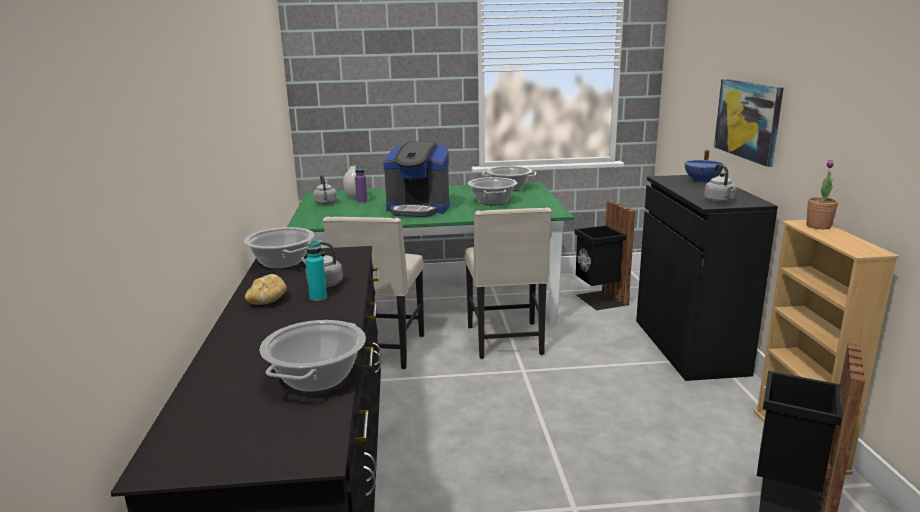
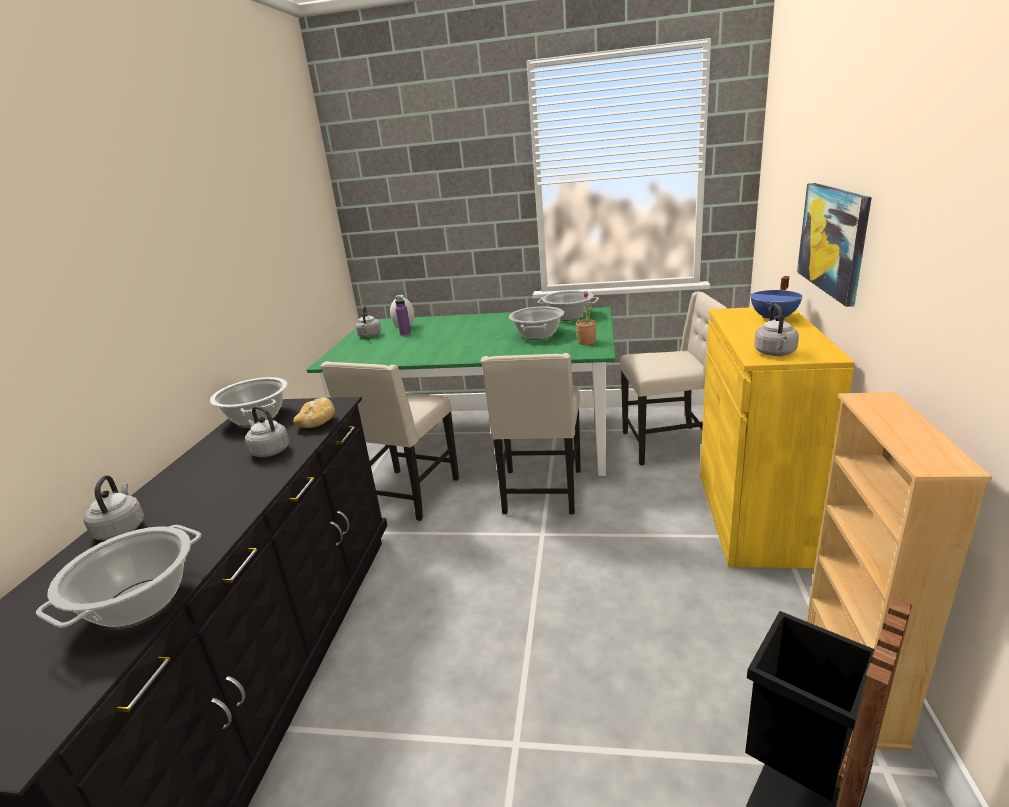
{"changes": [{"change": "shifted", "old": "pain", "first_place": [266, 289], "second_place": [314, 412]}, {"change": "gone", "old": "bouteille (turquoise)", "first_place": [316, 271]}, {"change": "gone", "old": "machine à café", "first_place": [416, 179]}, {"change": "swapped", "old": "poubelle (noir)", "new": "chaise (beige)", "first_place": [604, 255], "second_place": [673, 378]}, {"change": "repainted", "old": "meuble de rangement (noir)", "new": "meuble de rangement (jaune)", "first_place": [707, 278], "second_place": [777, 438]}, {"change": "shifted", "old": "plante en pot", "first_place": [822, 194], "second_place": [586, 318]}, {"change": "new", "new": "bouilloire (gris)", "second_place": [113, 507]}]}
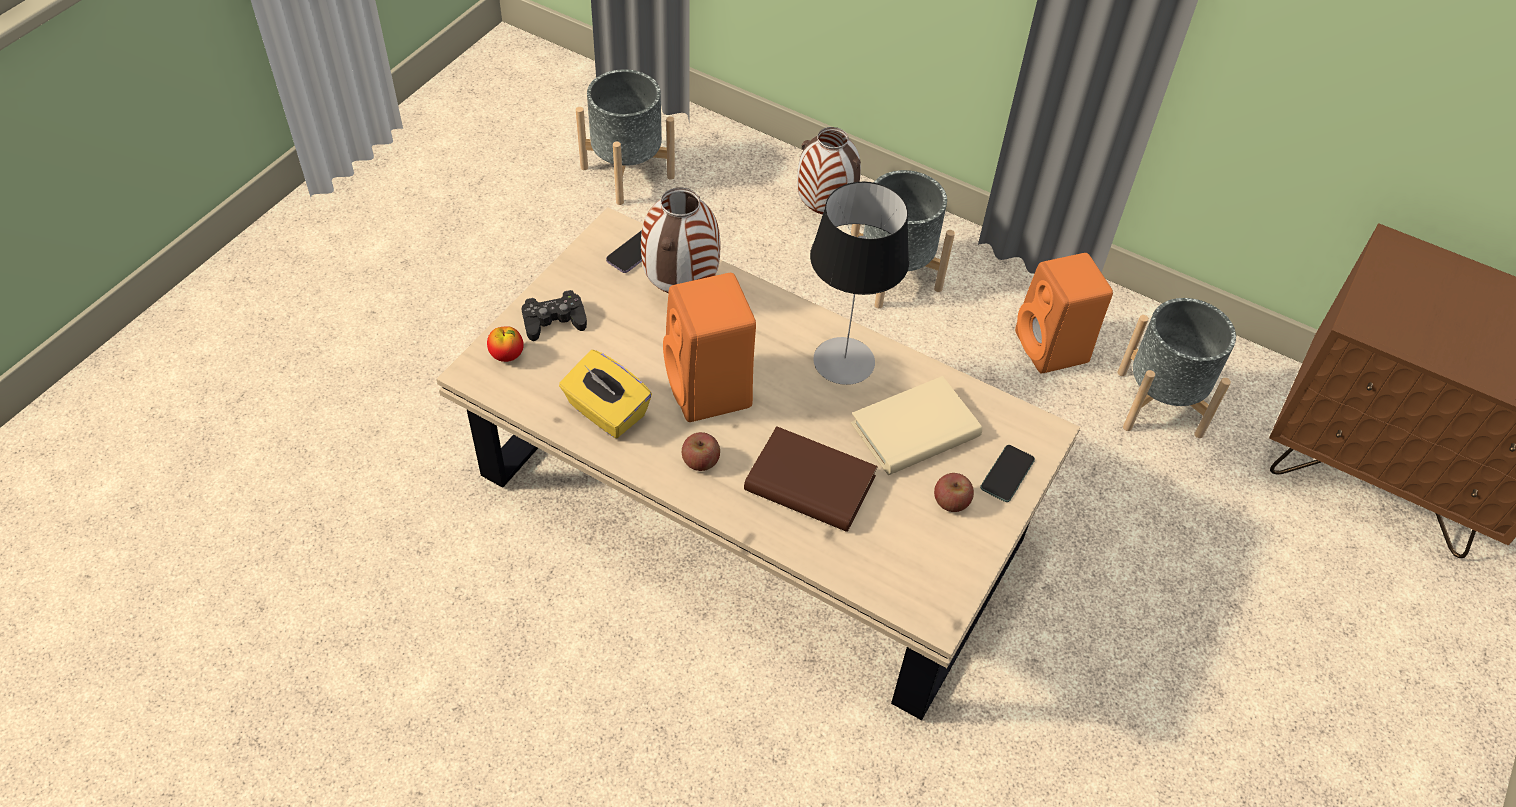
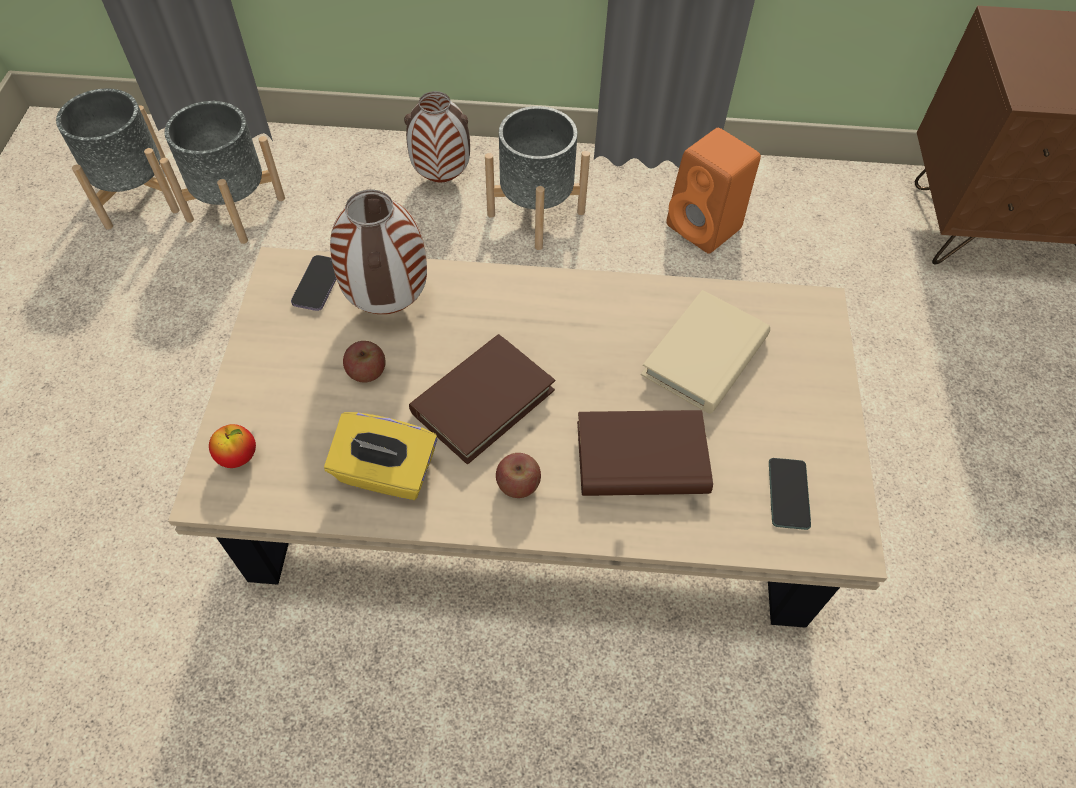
{"changes": [{"change": "gone", "old": "manette (noir)", "first_place": [554, 315]}, {"change": "swapped", "old": "enceinte (orange)", "new": "livre (marron)", "first_place": [709, 347], "second_place": [482, 399]}, {"change": "gone", "old": "lampe de table", "first_place": [859, 283]}, {"change": "shifted", "old": "pomme", "first_place": [954, 492], "second_place": [364, 362]}, {"change": "shifted", "old": "téléphone", "first_place": [1007, 473], "second_place": [790, 494]}, {"change": "shifted", "old": "cache-pot (gris)", "first_place": [1177, 368], "second_place": [118, 159]}]}
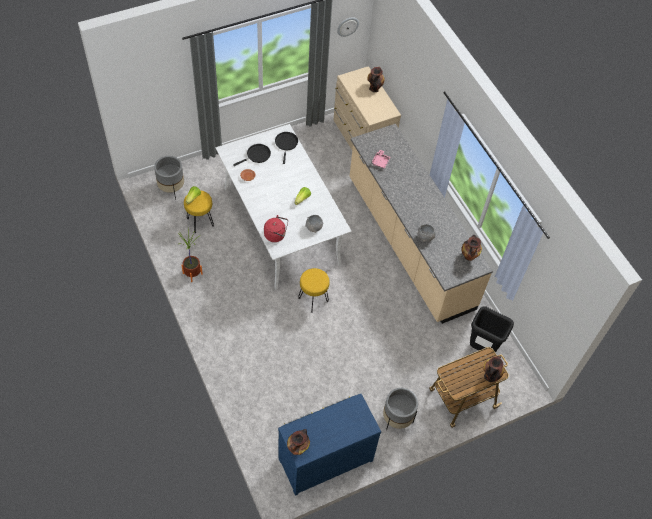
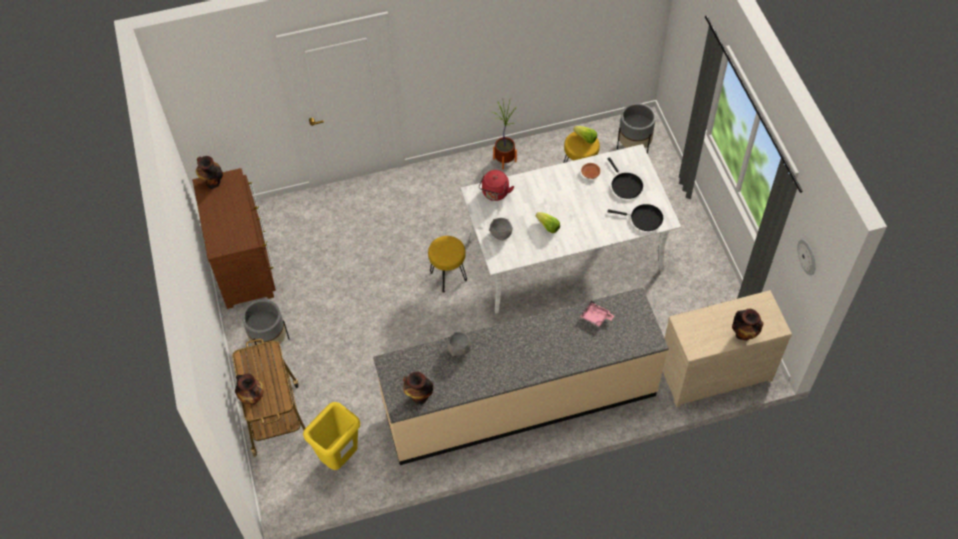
{"changes": [{"change": "repainted", "old": "commode (bleu)", "new": "commode (marron)", "first_place": [329, 445], "second_place": [234, 238]}, {"change": "repainted", "old": "poubelle (noir)", "new": "poubelle (jaune)", "first_place": [492, 329], "second_place": [331, 436]}]}
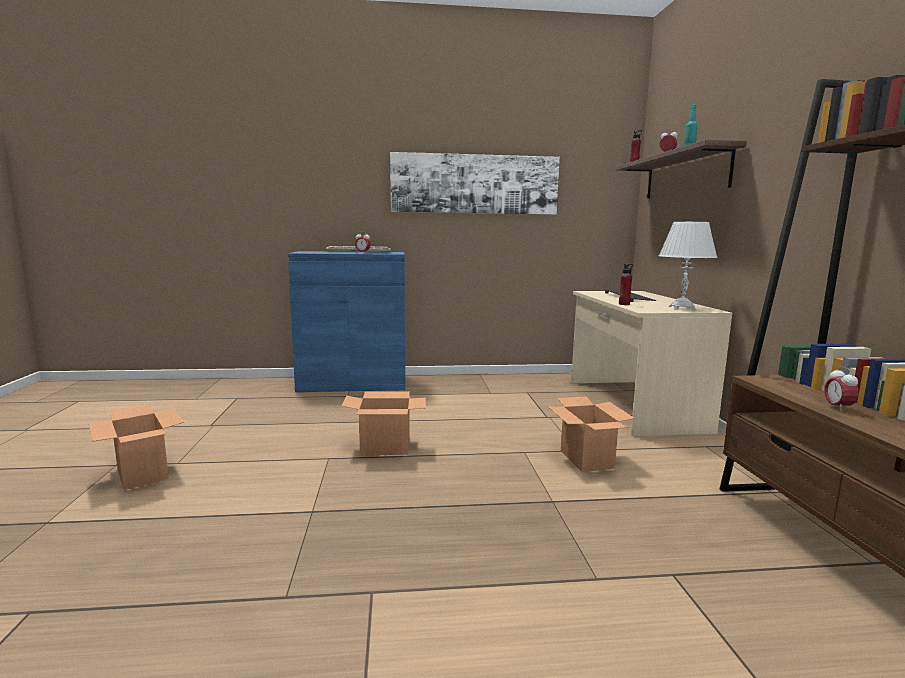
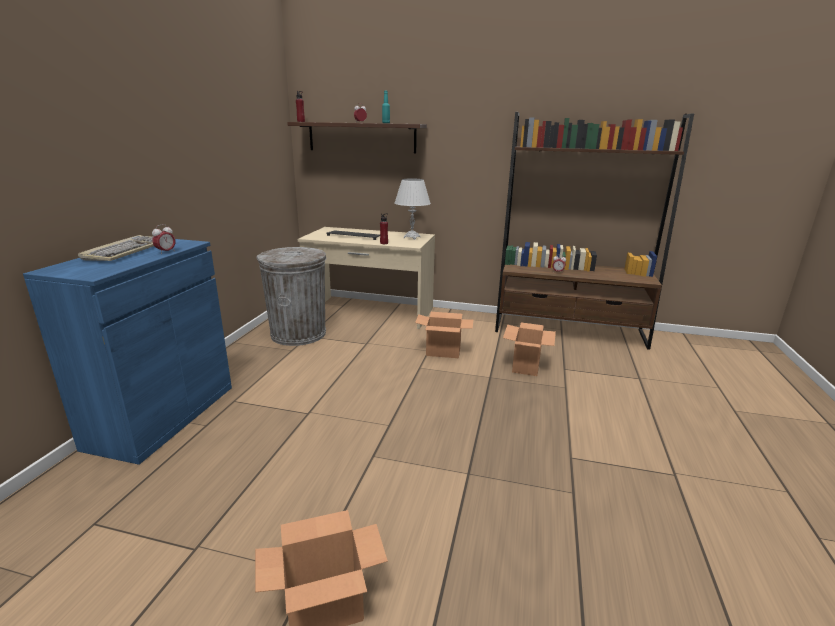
{"changes": [{"change": "shifted", "old": "carton", "first_place": [384, 423], "second_place": [529, 349]}, {"change": "gone", "old": "tableau", "first_place": [475, 183]}, {"change": "new", "new": "poubelle (gris)", "second_place": [291, 296]}]}
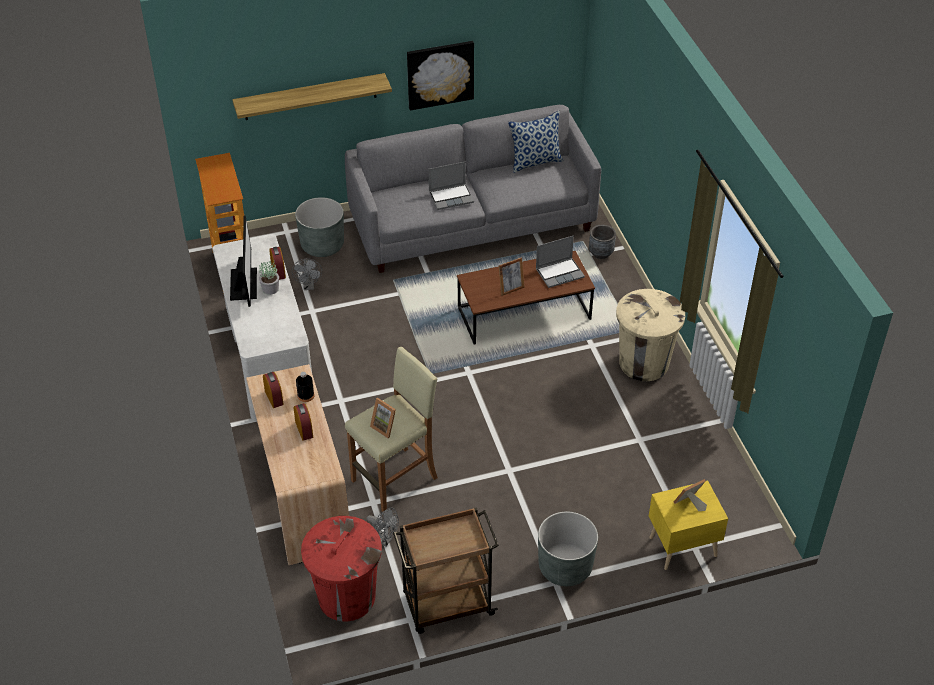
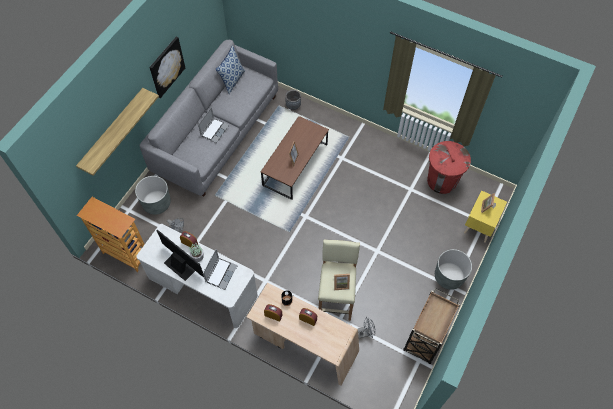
{"changes": [{"change": "shifted", "old": "poubelle (rouge)", "first_place": [341, 568], "second_place": [449, 167]}, {"change": "shifted", "old": "ordinateur portable", "first_place": [560, 262], "second_place": [220, 269]}, {"change": "gone", "old": "poubelle (beige)", "first_place": [650, 335]}]}
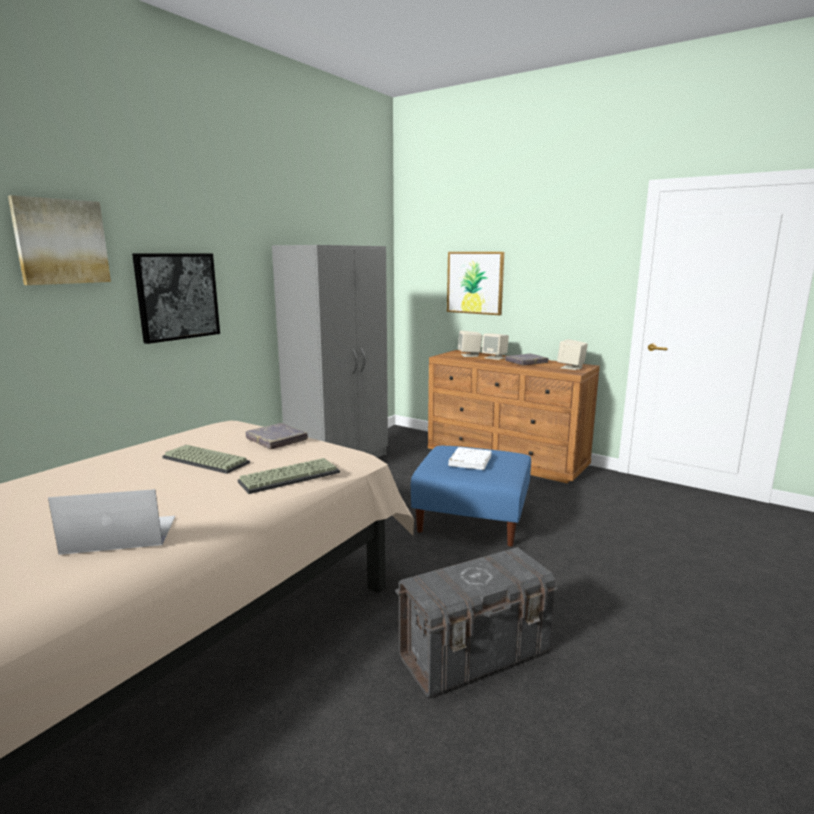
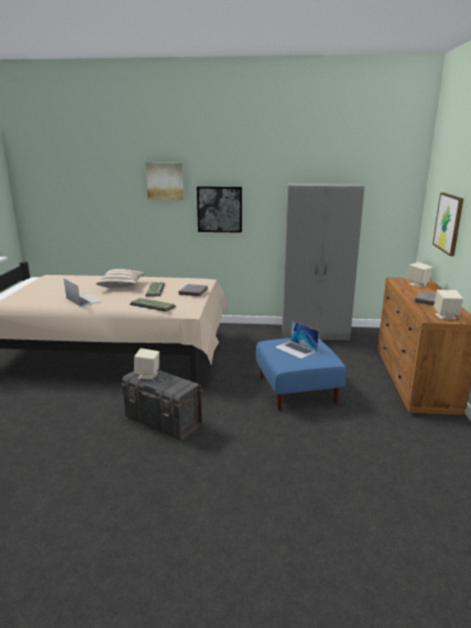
{"changes": [{"change": "swapped", "old": "livre (blanc)", "new": "ordinateur portable", "first_place": [470, 458], "second_place": [297, 340]}, {"change": "shifted", "old": "enceinte (beige)", "first_place": [495, 347], "second_place": [146, 363]}, {"change": "new", "new": "coussin", "second_place": [120, 278]}]}
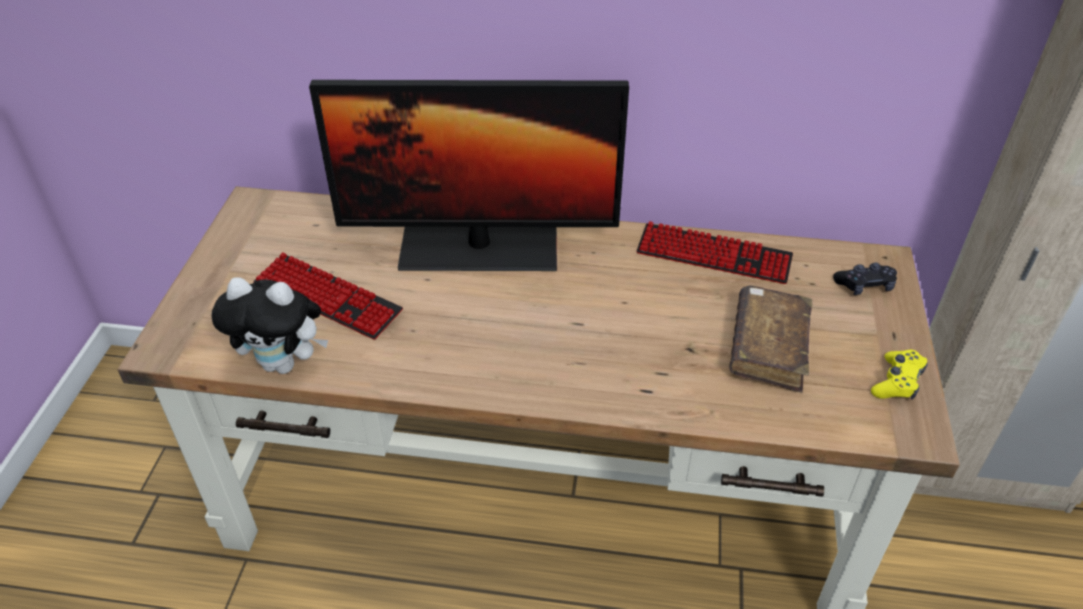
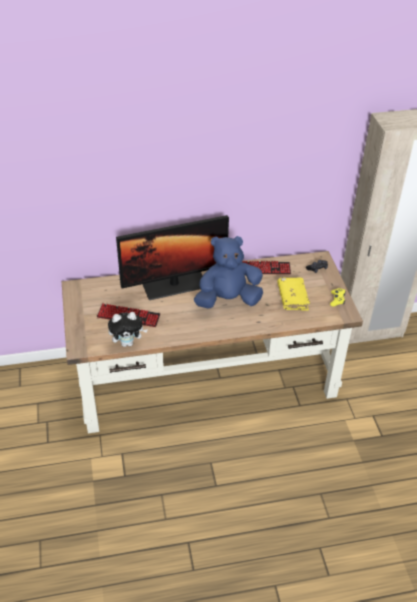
{"changes": [{"change": "repainted", "old": "livre (marron)", "new": "livre (jaune)", "first_place": [771, 339], "second_place": [293, 294]}, {"change": "new", "new": "peluche (bleu)", "second_place": [228, 272]}]}
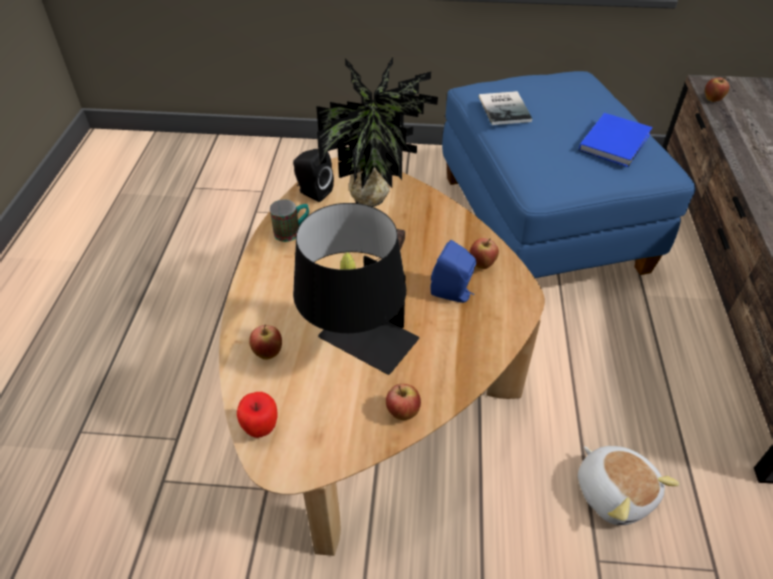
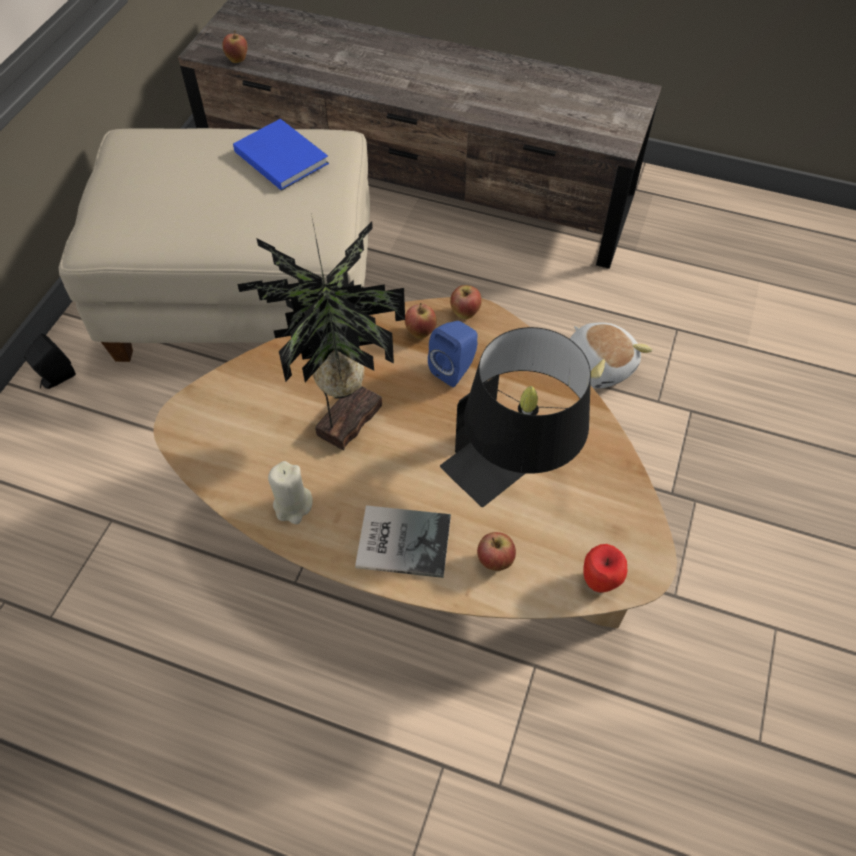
{"changes": [{"change": "swapped", "old": "mug", "new": "bougie (beige)", "first_place": [289, 220], "second_place": [290, 492]}, {"change": "shifted", "old": "enceinte (noir)", "first_place": [313, 175], "second_place": [50, 361]}, {"change": "shifted", "old": "pomme", "first_place": [403, 402], "second_place": [466, 302]}, {"change": "repainted", "old": "pouf (bleu)", "new": "pouf (beige)", "first_place": [569, 174], "second_place": [214, 245]}, {"change": "shifted", "old": "livre", "first_place": [505, 108], "second_place": [403, 541]}, {"change": "rotated", "old": "peluche", "first_place": [629, 485], "second_place": [611, 355], "degrees": 75}]}
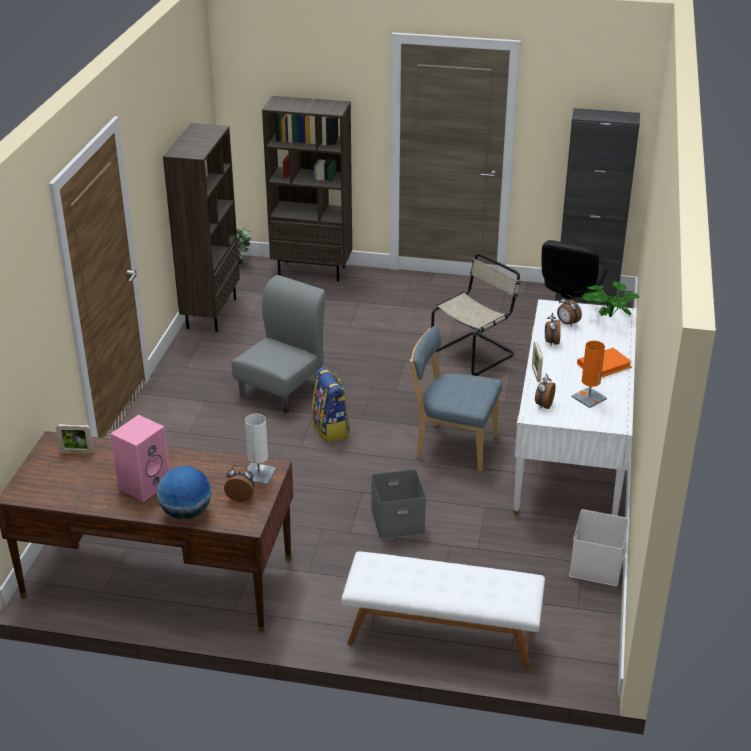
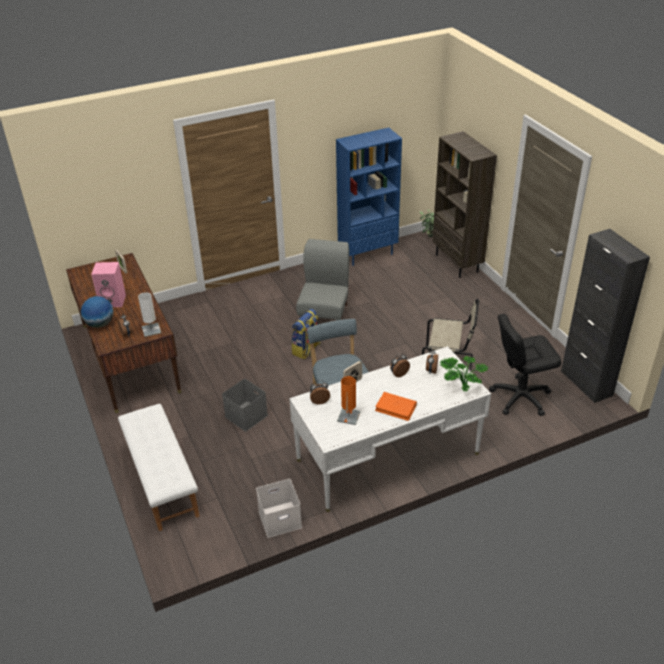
{"changes": [{"change": "repainted", "old": "bibliothèque (marron)", "new": "bibliothèque (bleu)", "first_place": [201, 227], "second_place": [369, 196]}, {"change": "rotated", "old": "chaise (gris)", "first_place": [278, 344], "second_place": [322, 279], "degrees": -75}]}
